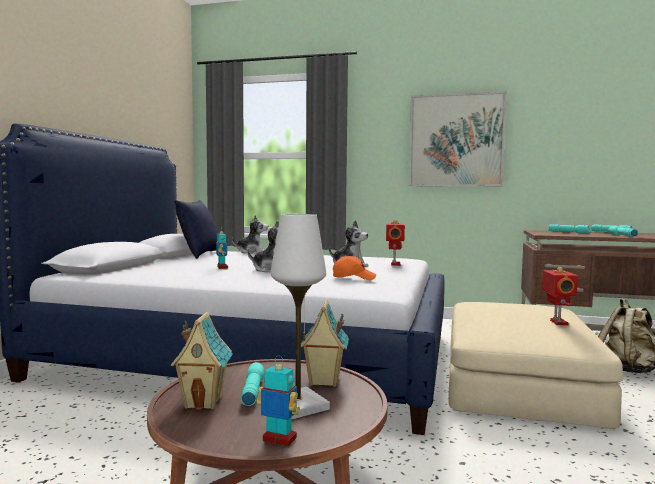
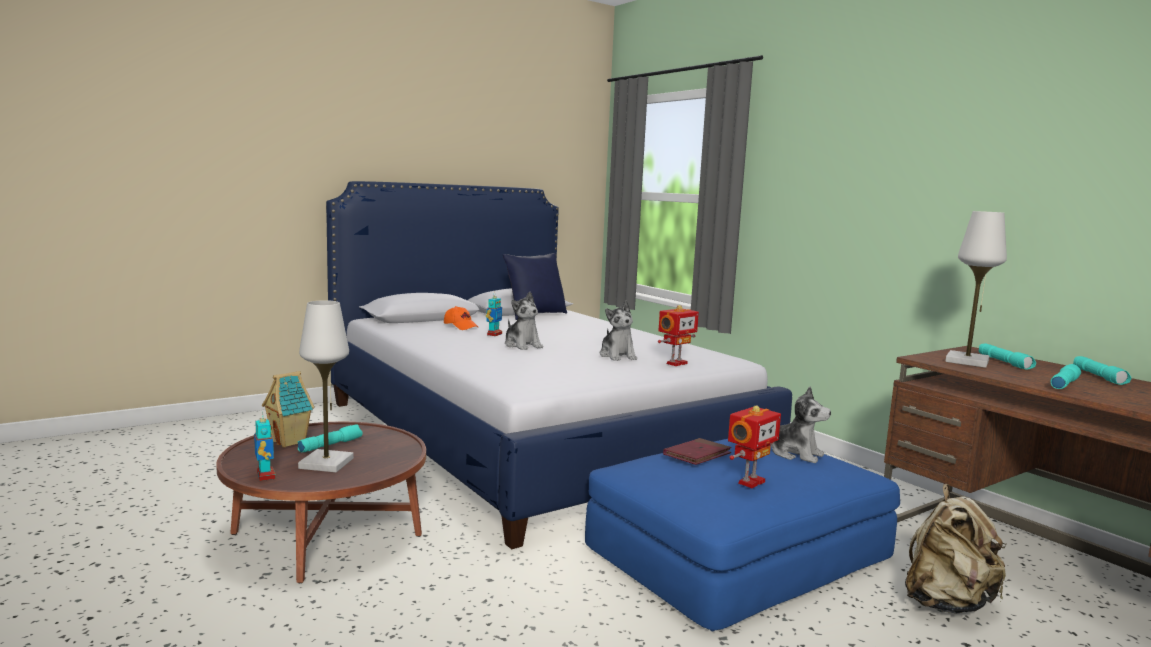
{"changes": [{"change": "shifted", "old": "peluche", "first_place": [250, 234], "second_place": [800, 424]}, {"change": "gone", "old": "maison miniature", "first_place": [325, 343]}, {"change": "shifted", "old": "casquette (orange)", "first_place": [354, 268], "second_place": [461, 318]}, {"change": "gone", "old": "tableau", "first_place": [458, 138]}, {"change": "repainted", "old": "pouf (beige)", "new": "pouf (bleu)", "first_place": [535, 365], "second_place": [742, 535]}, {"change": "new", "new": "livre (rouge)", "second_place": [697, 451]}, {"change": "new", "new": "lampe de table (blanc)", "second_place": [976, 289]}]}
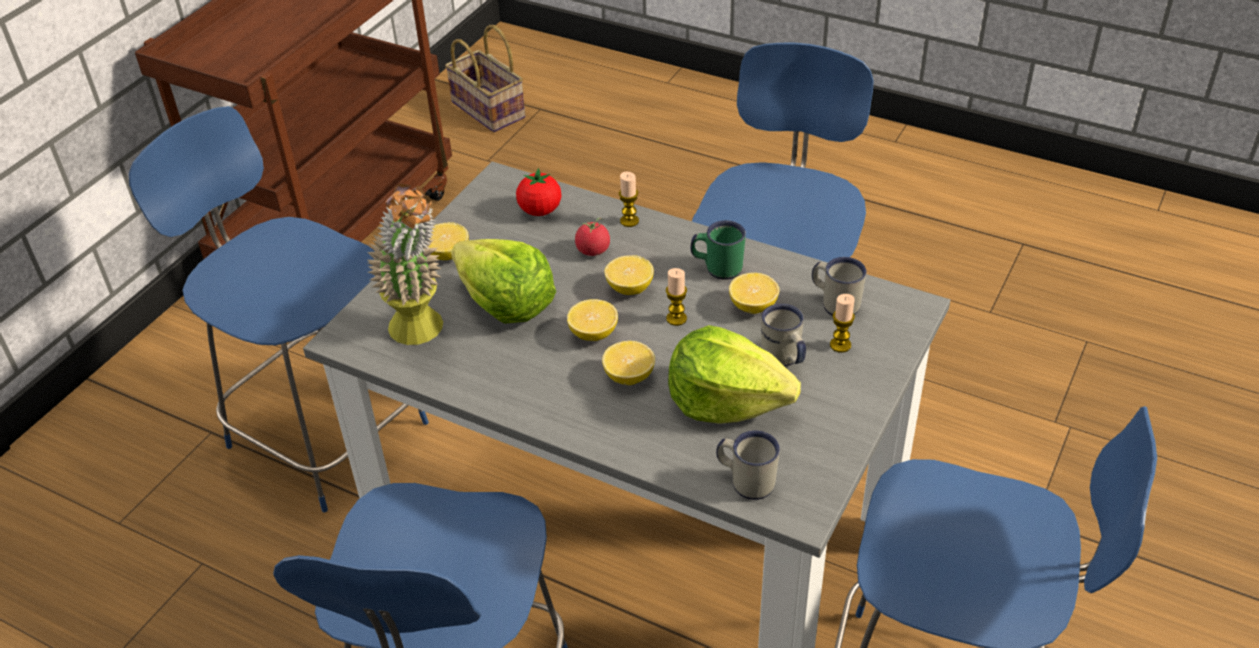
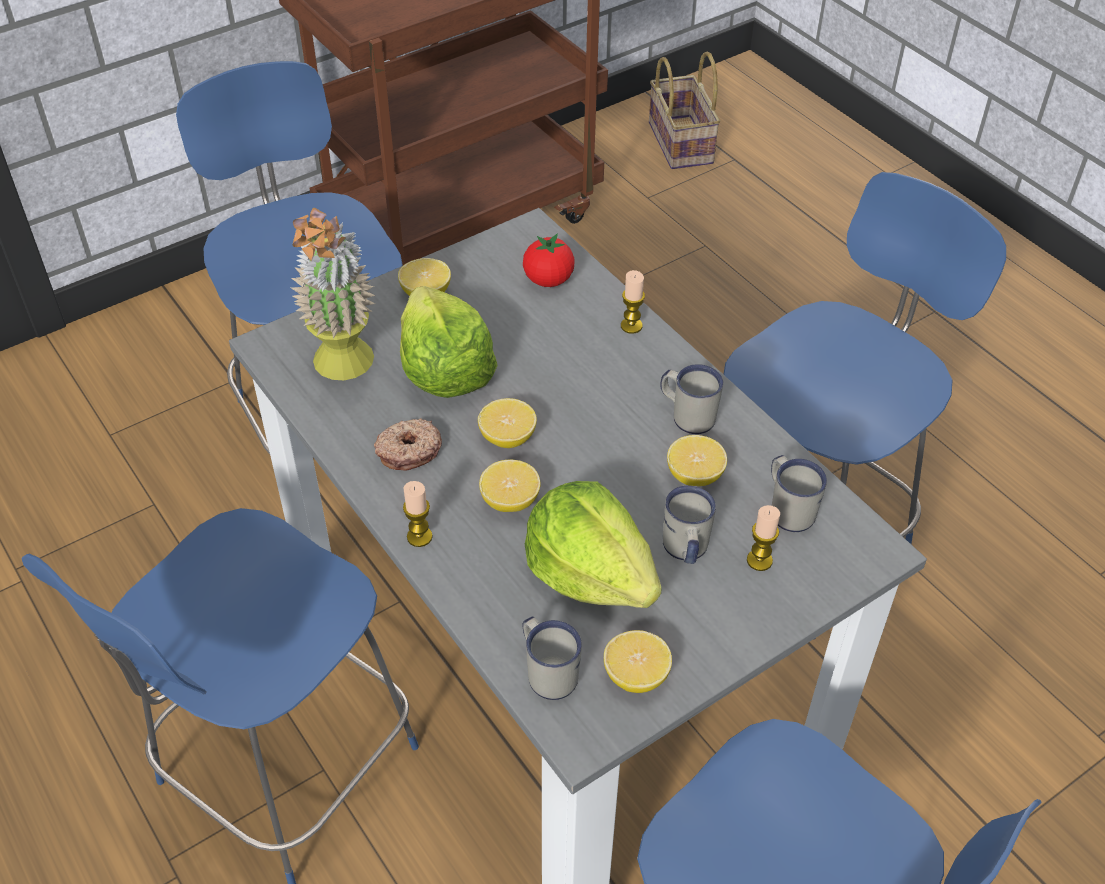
{"changes": [{"change": "gone", "old": "tomate", "first_place": [592, 237]}, {"change": "shifted", "old": "citron", "first_place": [629, 275], "second_place": [638, 661]}, {"change": "shifted", "old": "bougie", "first_place": [676, 297], "second_place": [418, 514]}, {"change": "repainted", "old": "mug (vert)", "new": "mug (blanc)", "first_place": [718, 250], "second_place": [691, 399]}, {"change": "new", "new": "beignet", "second_place": [408, 444]}]}
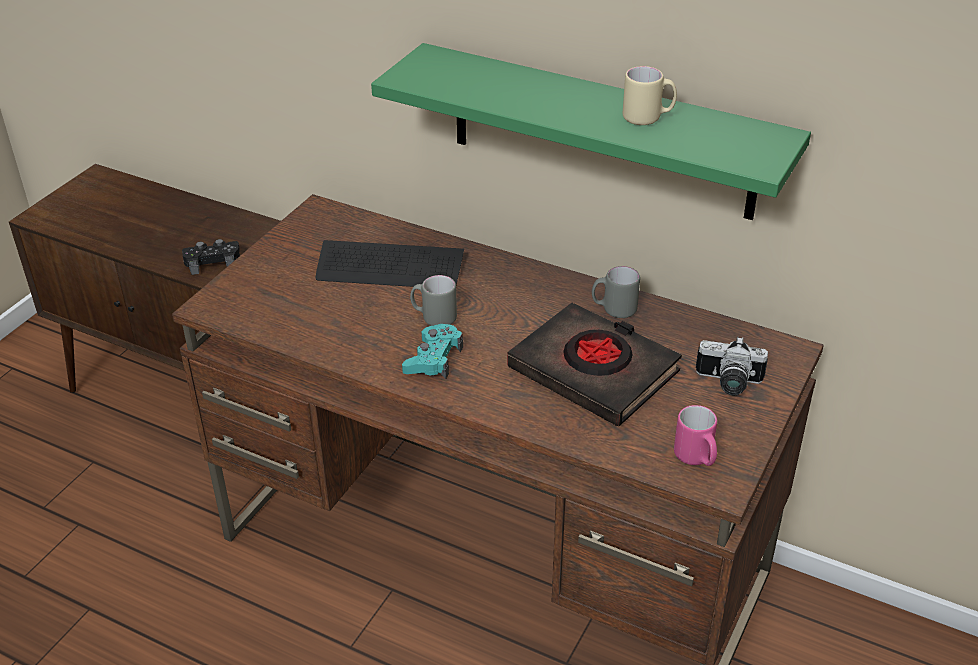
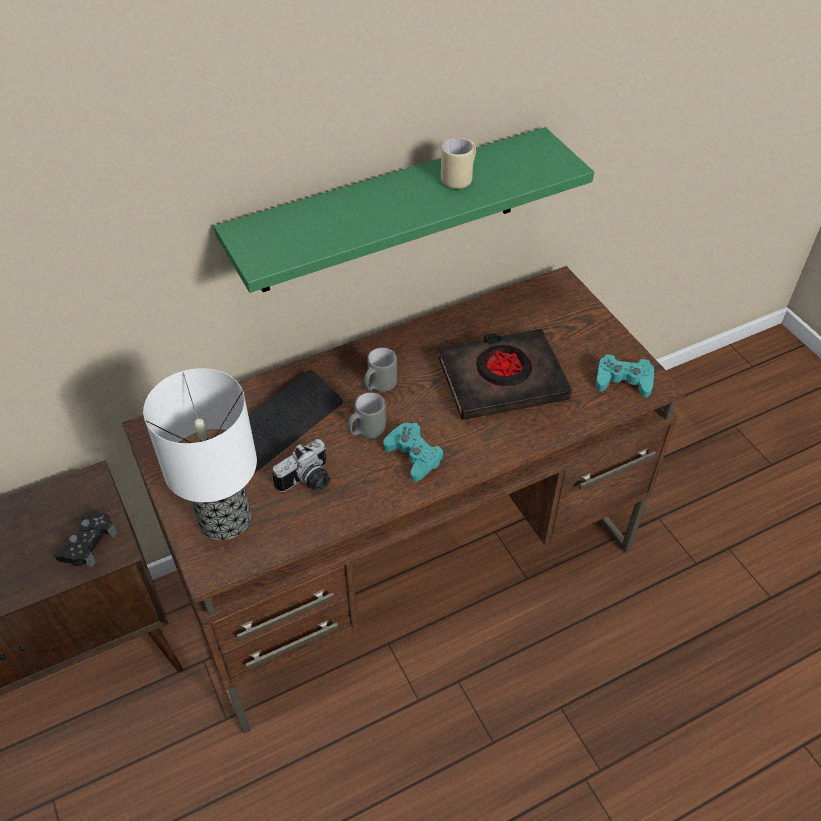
{"changes": [{"change": "shifted", "old": "mug (gris)", "first_place": [616, 292], "second_place": [380, 369]}, {"change": "swapped", "old": "mug (rose)", "new": "manette (turquoise)", "first_place": [695, 435], "second_place": [625, 376]}, {"change": "shifted", "old": "appareil photo", "first_place": [732, 366], "second_place": [301, 465]}, {"change": "new", "new": "lampe de table", "second_place": [200, 454]}]}
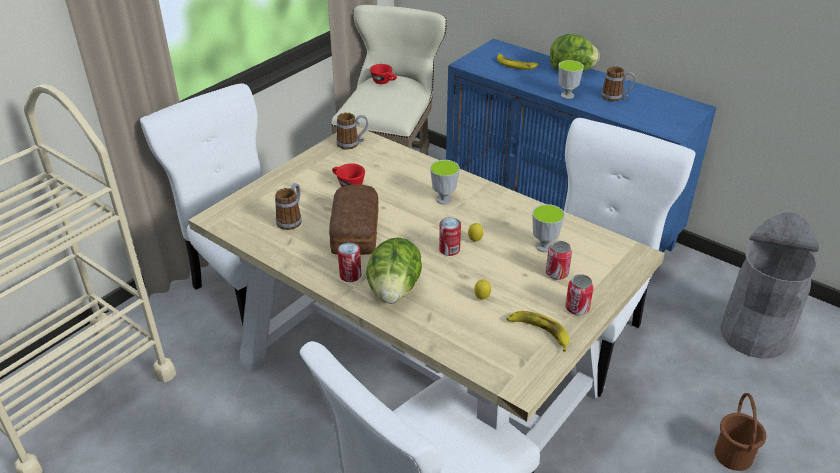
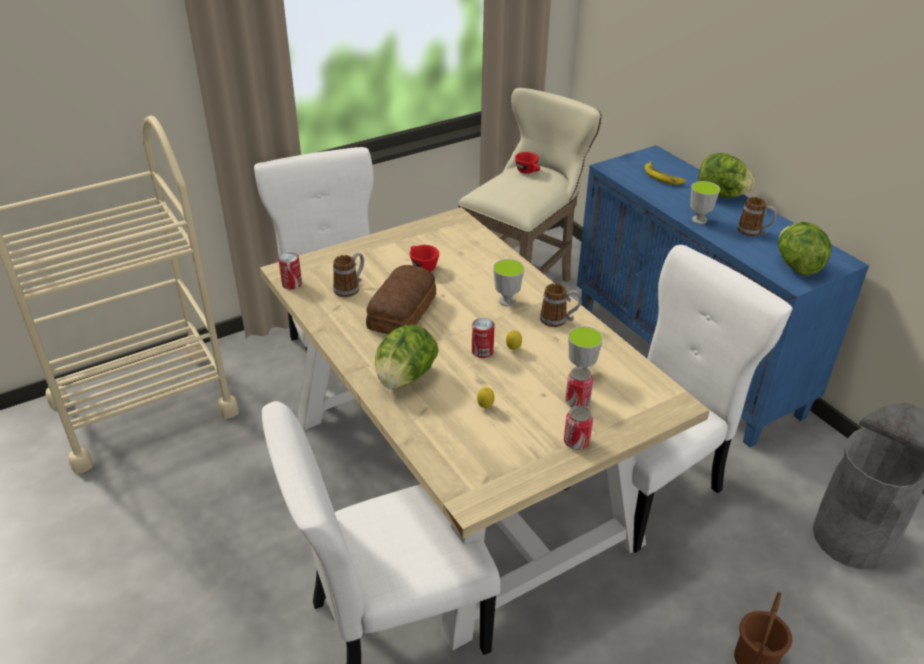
{"changes": [{"change": "shifted", "old": "mug", "first_place": [352, 131], "second_place": [560, 305]}, {"change": "shifted", "old": "boîte métallique", "first_place": [349, 262], "second_place": [290, 271]}, {"change": "gone", "old": "banane", "first_place": [537, 331]}, {"change": "new", "new": "laitue", "second_place": [805, 249]}]}
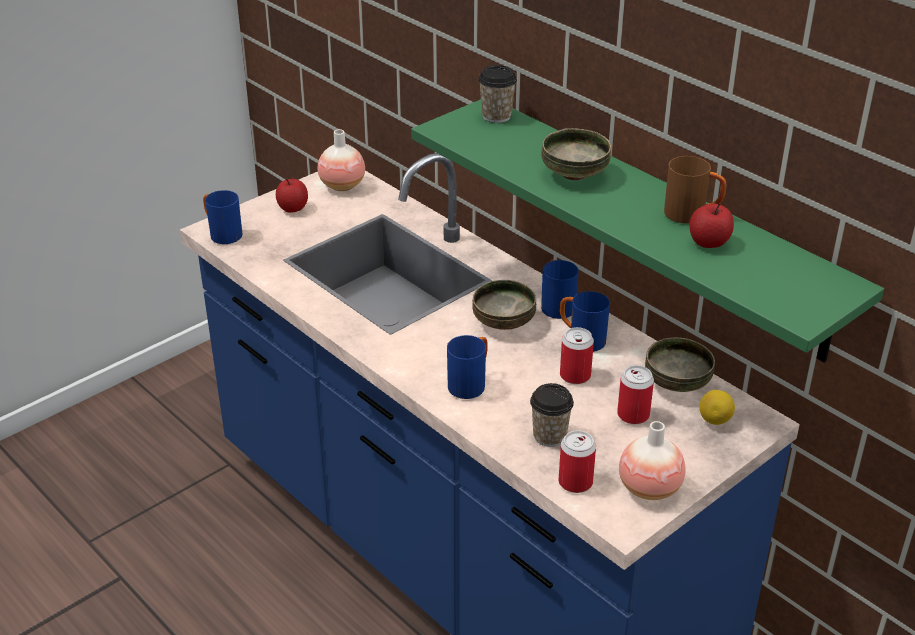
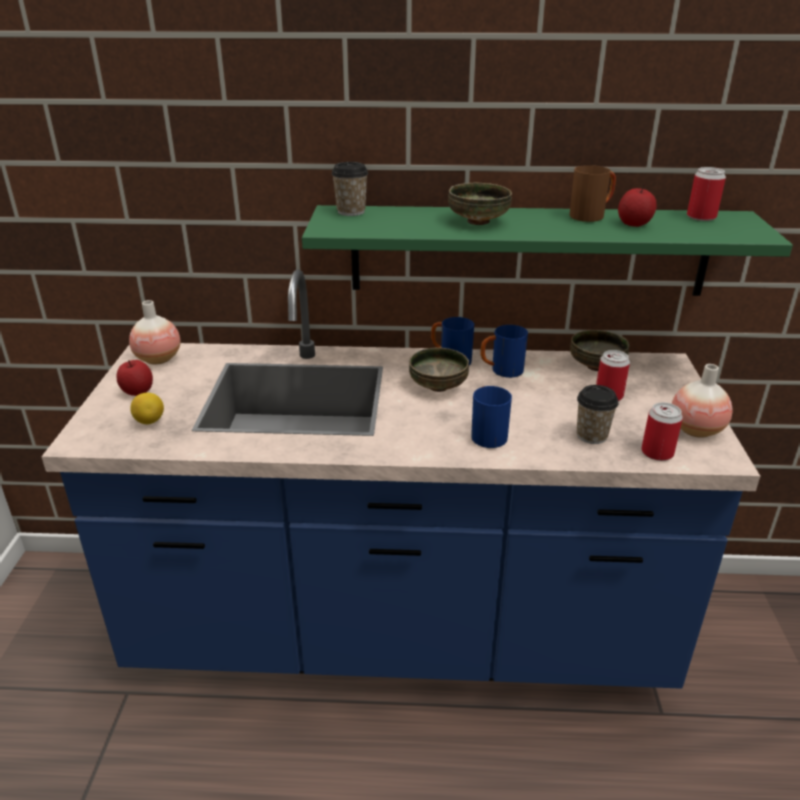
{"changes": [{"change": "gone", "old": "mug (bleu)", "first_place": [222, 217]}, {"change": "shifted", "old": "boîte métallique", "first_place": [577, 355], "second_place": [706, 194]}, {"change": "shifted", "old": "citron", "first_place": [717, 407], "second_place": [147, 408]}]}
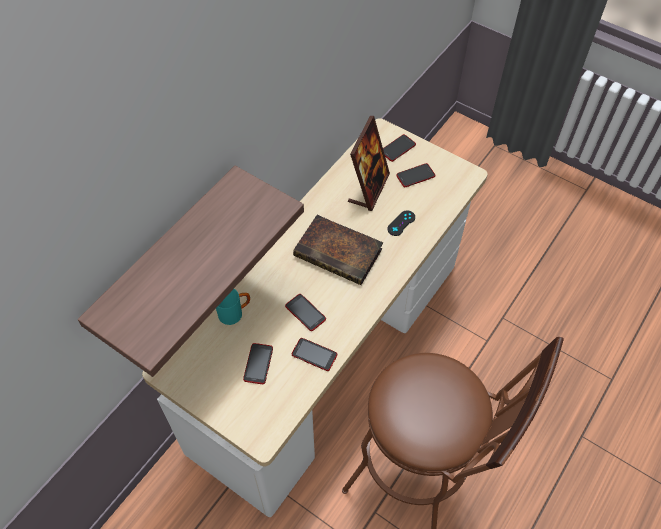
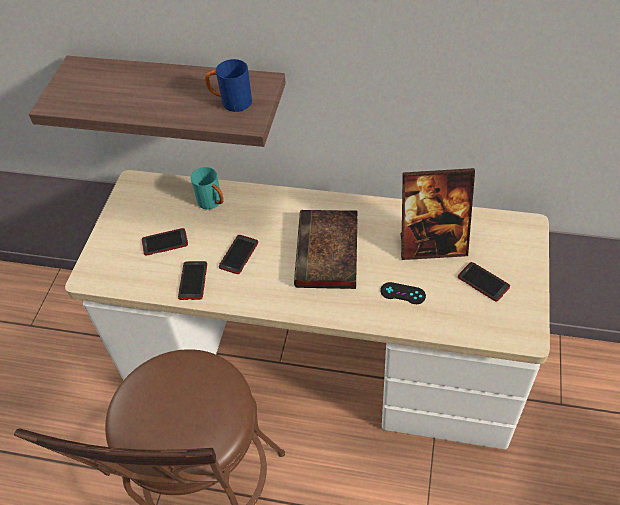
{"changes": [{"change": "gone", "old": "téléphone", "first_place": [399, 148]}, {"change": "new", "new": "mug (bleu)", "second_place": [228, 85]}]}
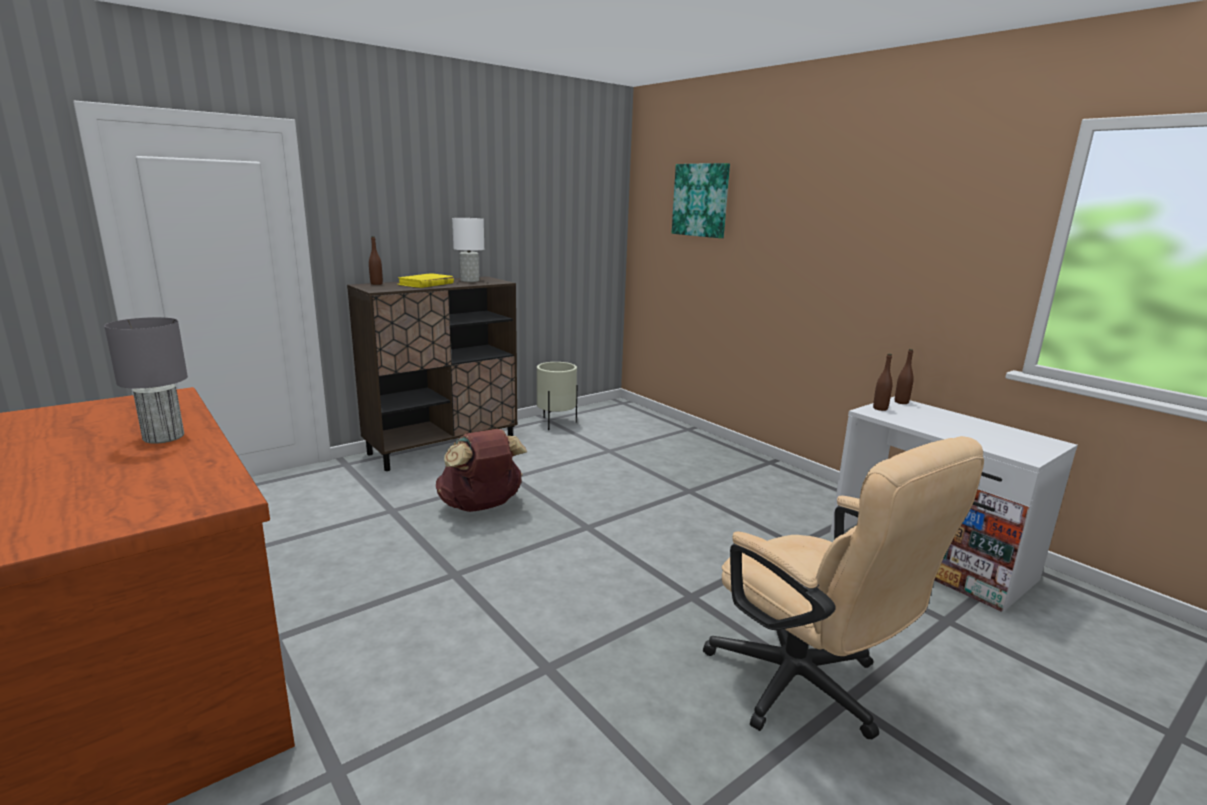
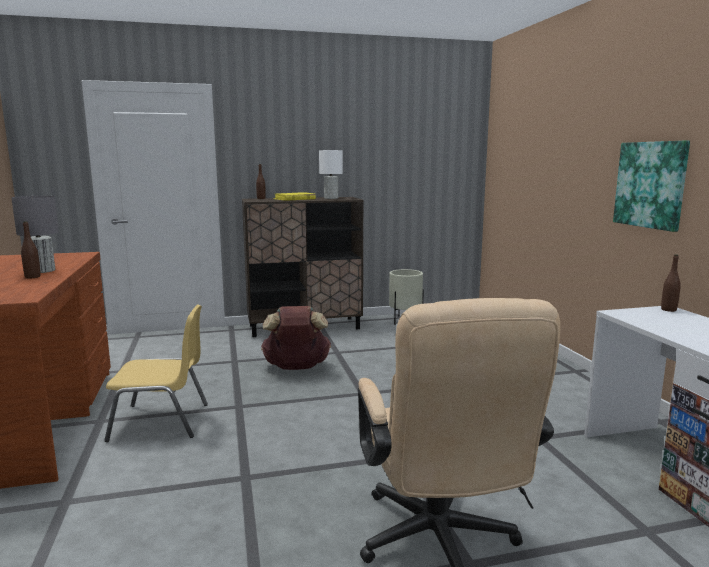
{"changes": [{"change": "shifted", "old": "tableau", "first_place": [701, 200], "second_place": [651, 186]}, {"change": "shifted", "old": "bouteille (marron)", "first_place": [883, 382], "second_place": [31, 250]}, {"change": "new", "new": "chaise (jaune)", "second_place": [156, 373]}]}
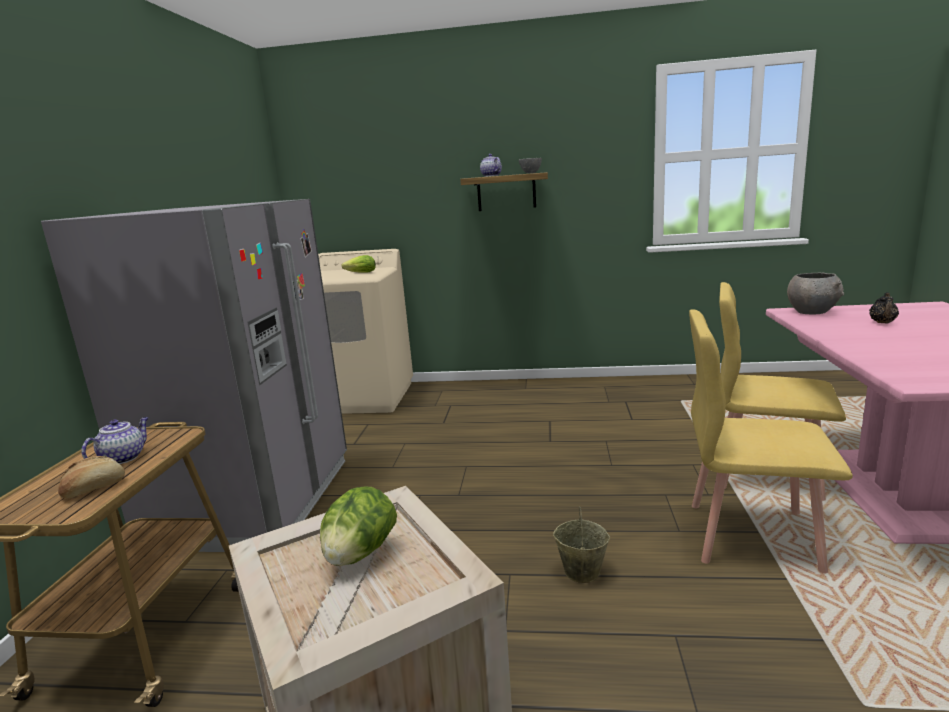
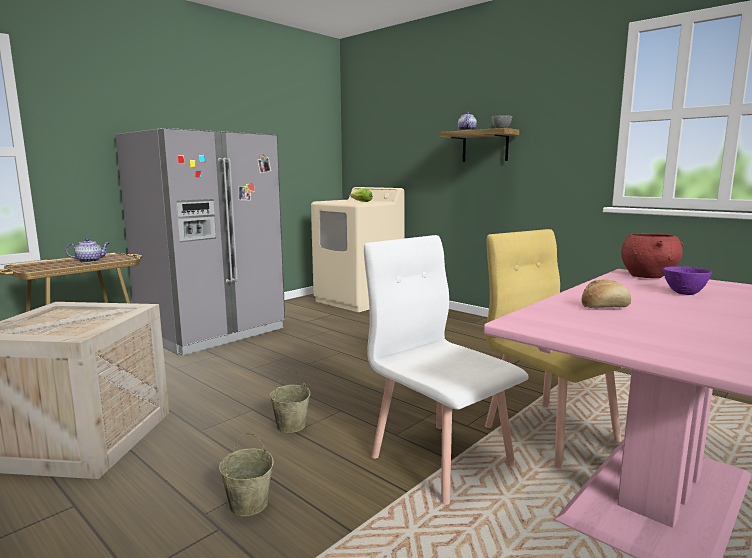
{"changes": [{"change": "shifted", "old": "pain", "first_place": [91, 477], "second_place": [606, 294]}, {"change": "gone", "old": "laitue", "first_place": [358, 526]}, {"change": "repainted", "old": "chaise (jaune)", "new": "chaise (blanc)", "first_place": [771, 441], "second_place": [446, 370]}, {"change": "repainted", "old": "bol (gris)", "new": "bol (rouge)", "first_place": [815, 293], "second_place": [652, 255]}, {"change": "swapped", "old": "théière (noir)", "new": "bol (violet)", "first_place": [884, 307], "second_place": [687, 280]}, {"change": "new", "new": "seau (beige)", "second_place": [246, 475]}]}
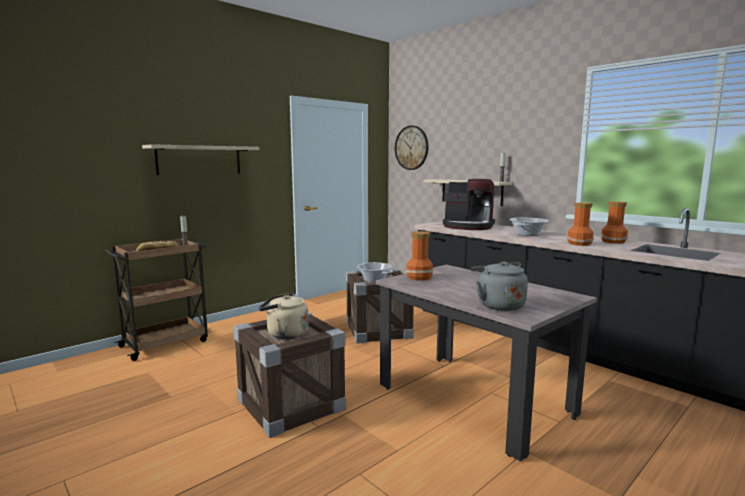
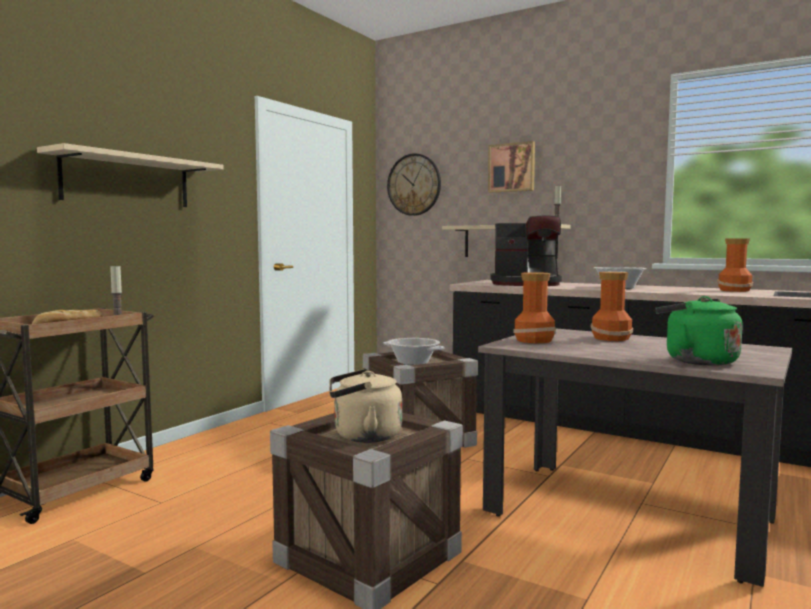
{"changes": [{"change": "repainted", "old": "bouilloire (gris)", "new": "bouilloire (vert)", "first_place": [499, 286], "second_place": [699, 331]}, {"change": "shifted", "old": "vase", "first_place": [580, 224], "second_place": [612, 306]}, {"change": "new", "new": "tableau", "second_place": [511, 167]}]}
